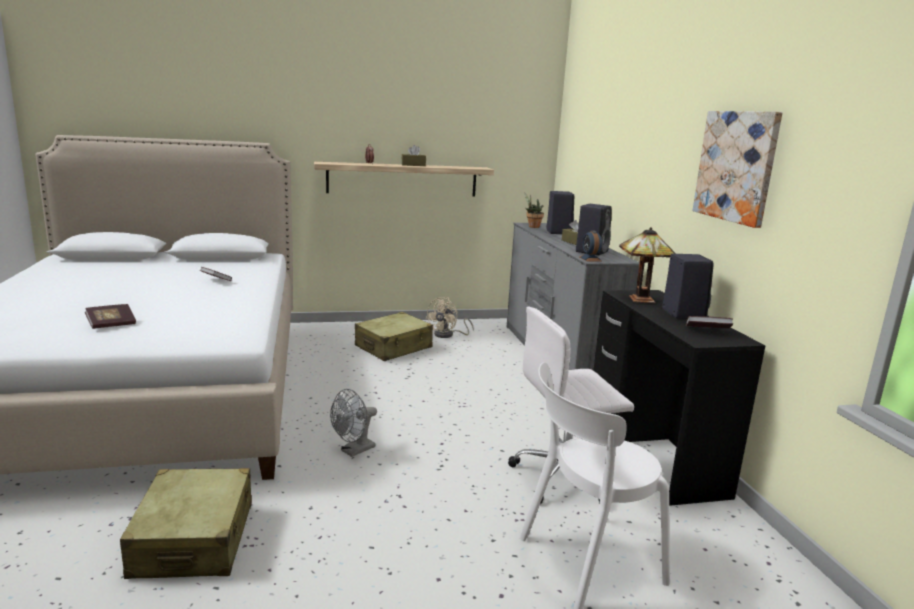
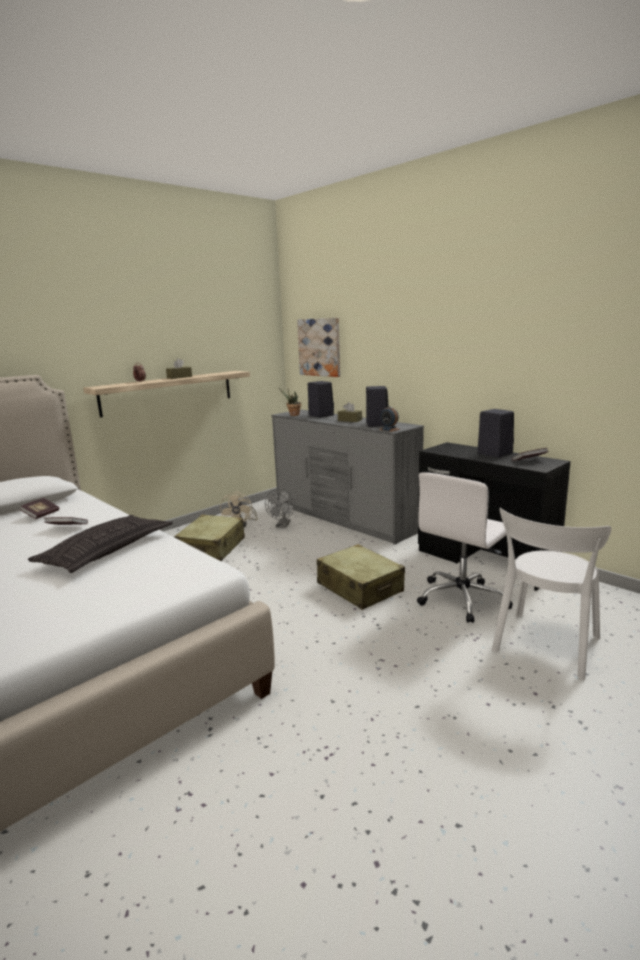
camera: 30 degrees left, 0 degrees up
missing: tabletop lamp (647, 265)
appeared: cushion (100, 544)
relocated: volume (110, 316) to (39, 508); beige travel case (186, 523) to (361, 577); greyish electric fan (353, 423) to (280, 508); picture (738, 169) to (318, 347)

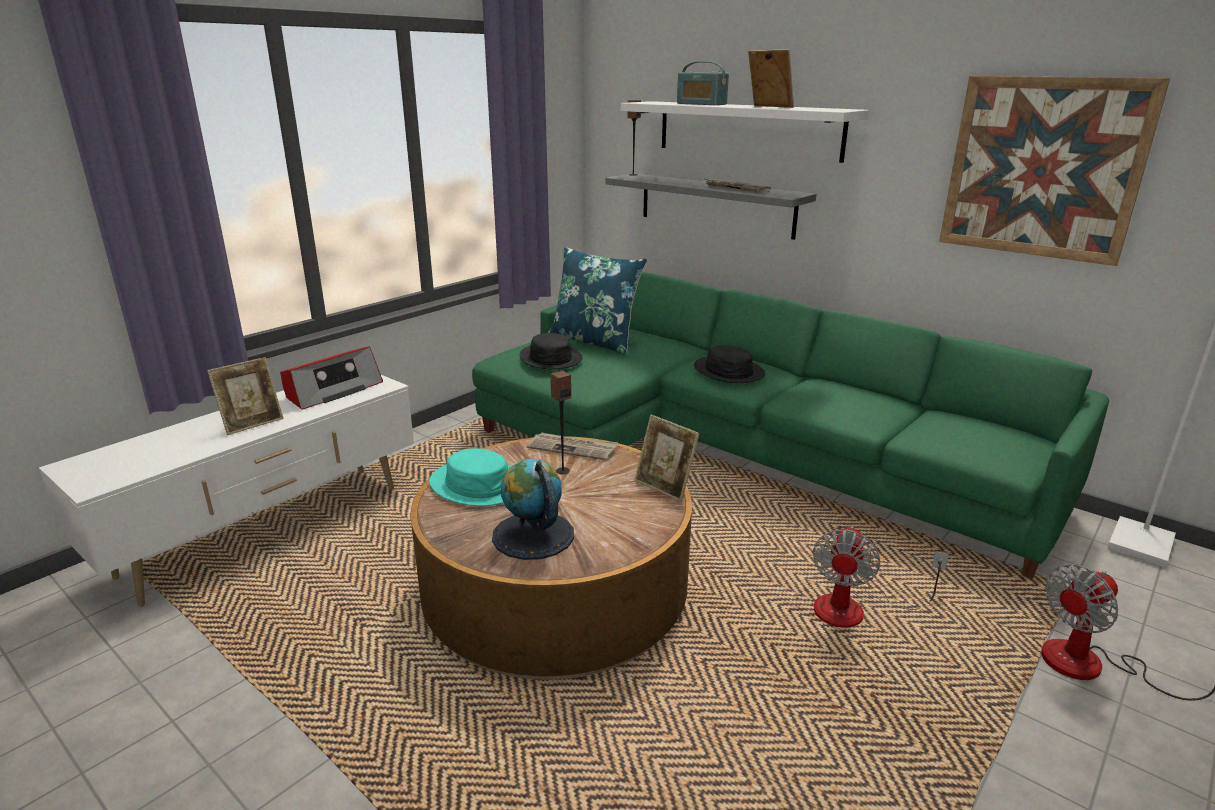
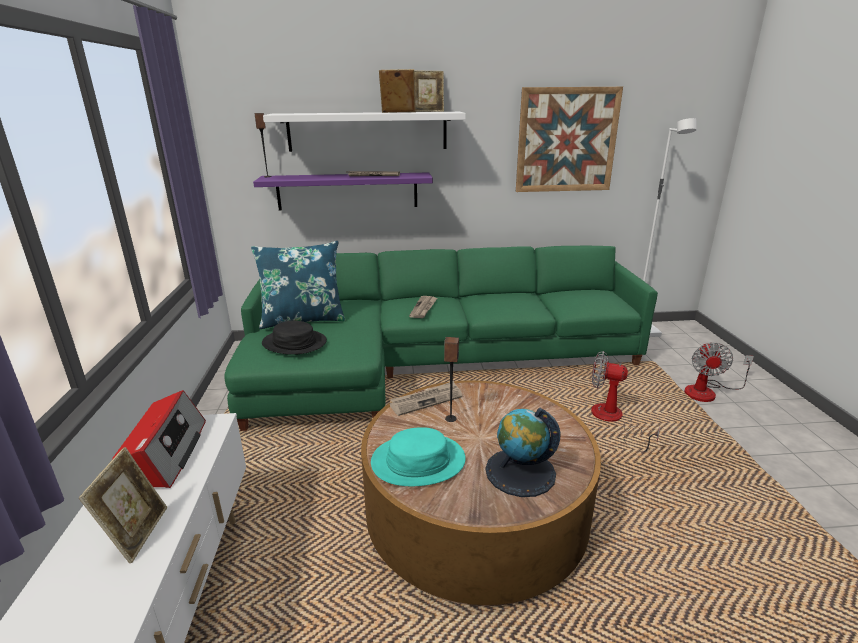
camera: 45 degrees left, 0 degrees up
missing: radio (703, 83)
relocated: standing frame (666, 458) to (429, 91)
exchanged: black-coloured hat (730, 364) to newspaper (423, 307)
colour: greyish shelf (711, 207) to purplish shelf (343, 191)
spun: electric fan (880, 577) = (625, 402) 135 degrees clockwise

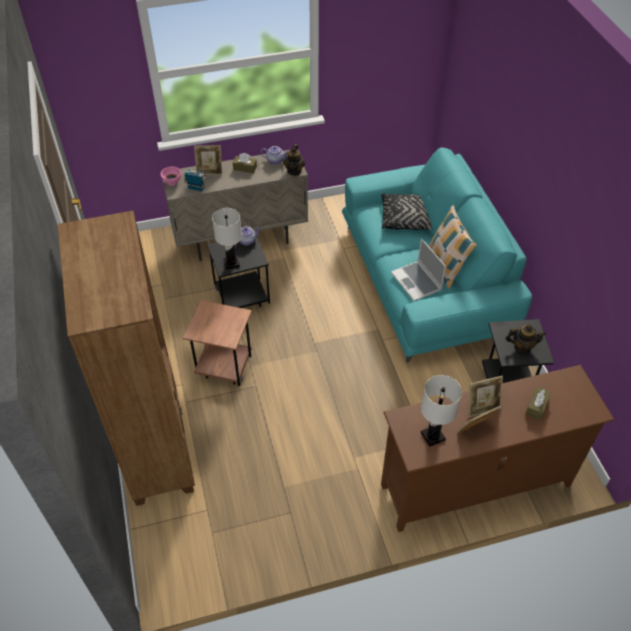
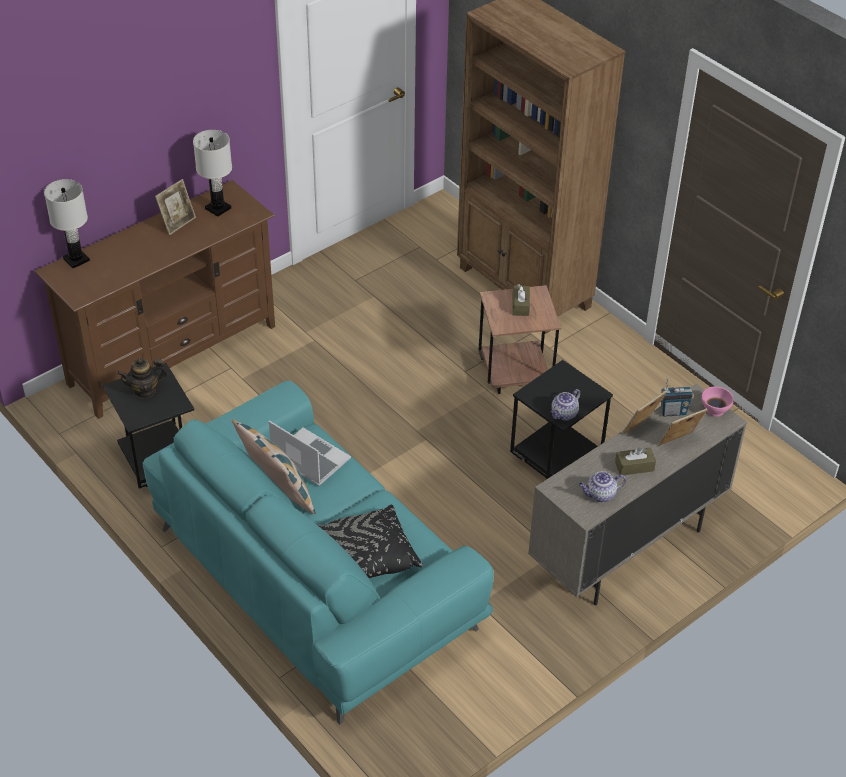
camera: 155 degrees right, 5 degrees down
missing: pot for tea (294, 160)
relocated: white-coloured tabletop lamp (227, 238) to (67, 223); standing frame (485, 396) to (644, 413); brownish tissue box (538, 403) to (521, 300)

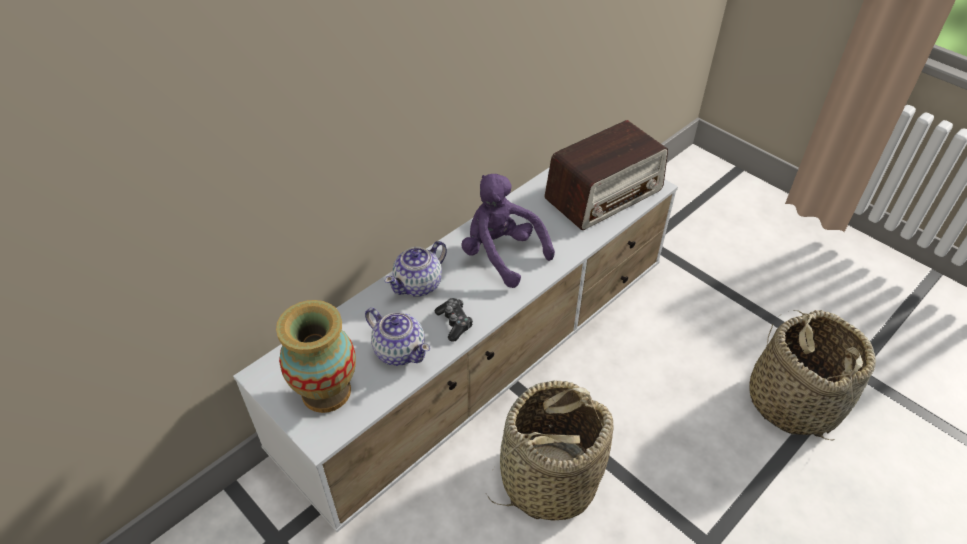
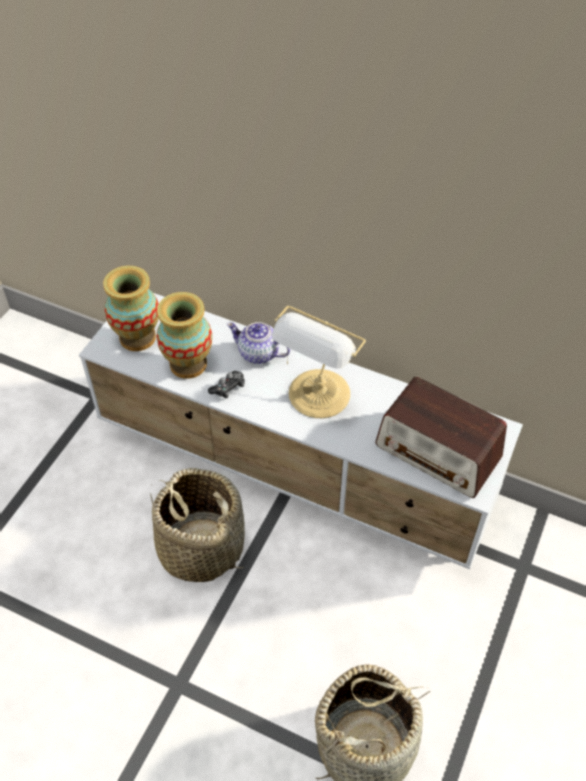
camera: 70 degrees right, 5 degrees up
exchanged: pot for tea (397, 337) to flower vase (184, 335); purplish cuddly toy (508, 231) to tabletop lamp (319, 362)

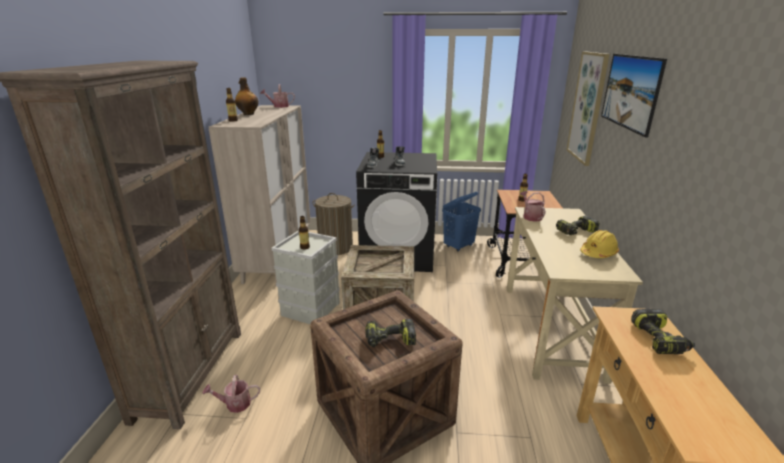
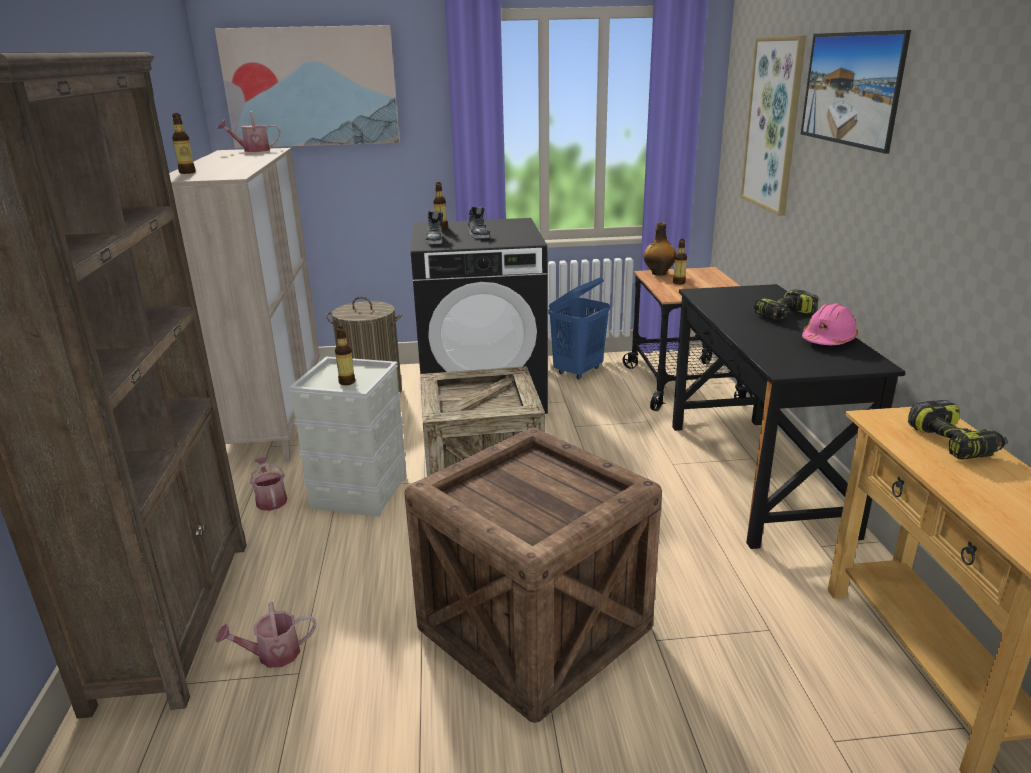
camera: 10 degrees left, 0 degrees up
missing: power drill (390, 333)
appeared: picture (307, 86)
relocated: beverage bottle (247, 96) to (660, 248); watering pot (533, 206) to (268, 483)
colour: beige desk (575, 295) to black-coloured desk (788, 416); yellowish hard hat (599, 244) to pink-coloured hard hat (830, 324)

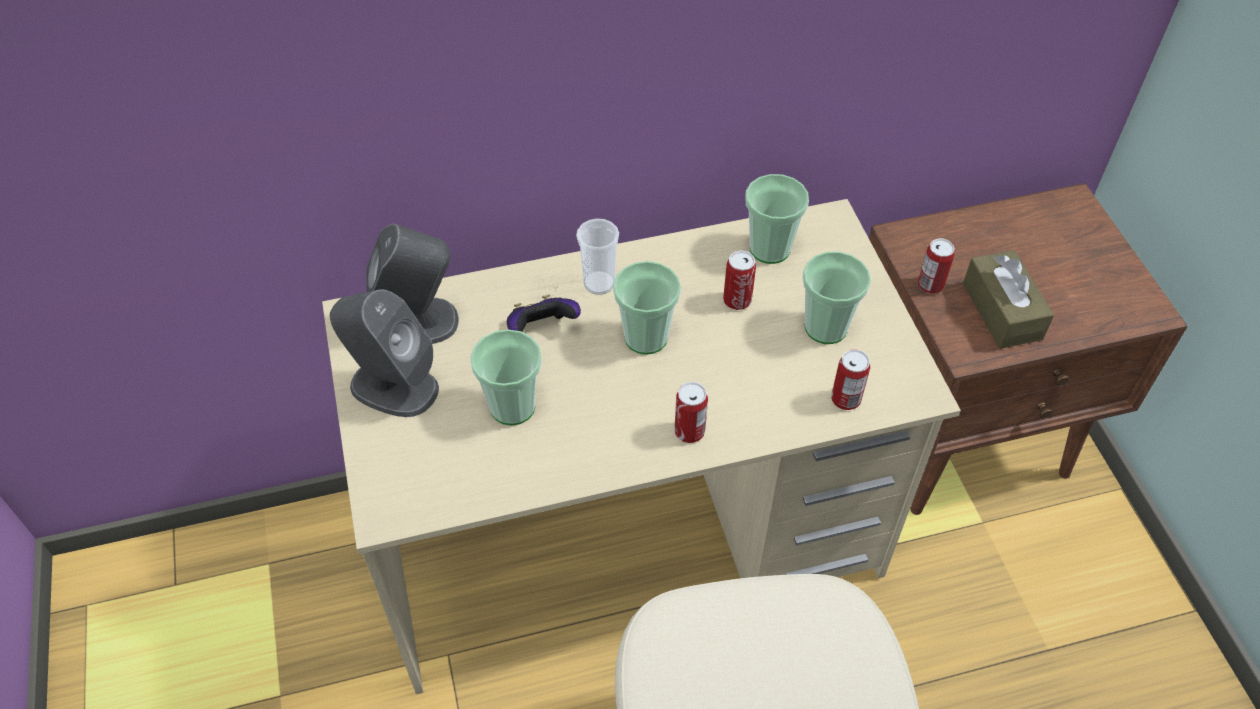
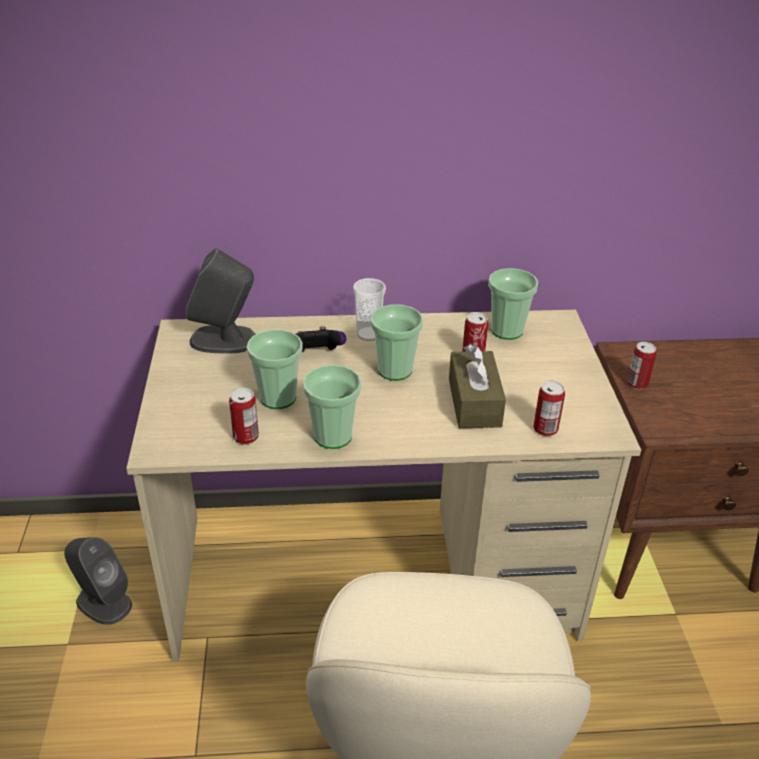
camera: 10 degrees right, 15 degrees down
relocated: greyish speaker (384, 353) to (98, 581); metal can (691, 412) to (244, 416); small cup (837, 298) to (332, 407); brownish tissue box (1008, 299) to (477, 386)

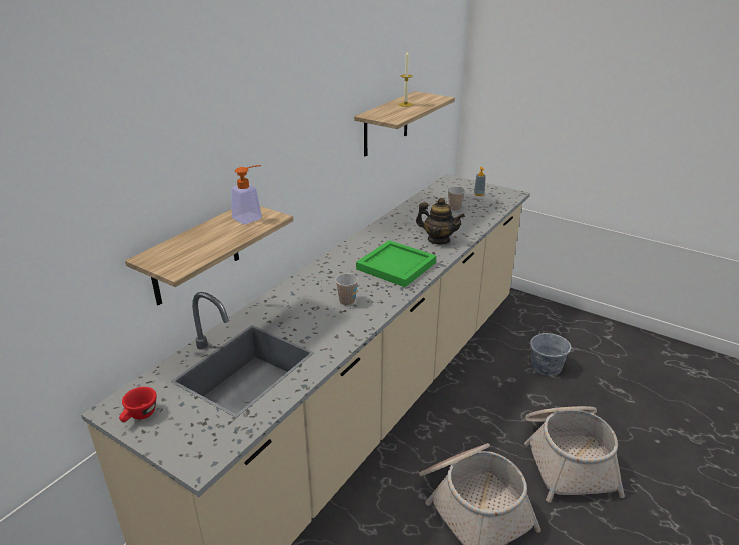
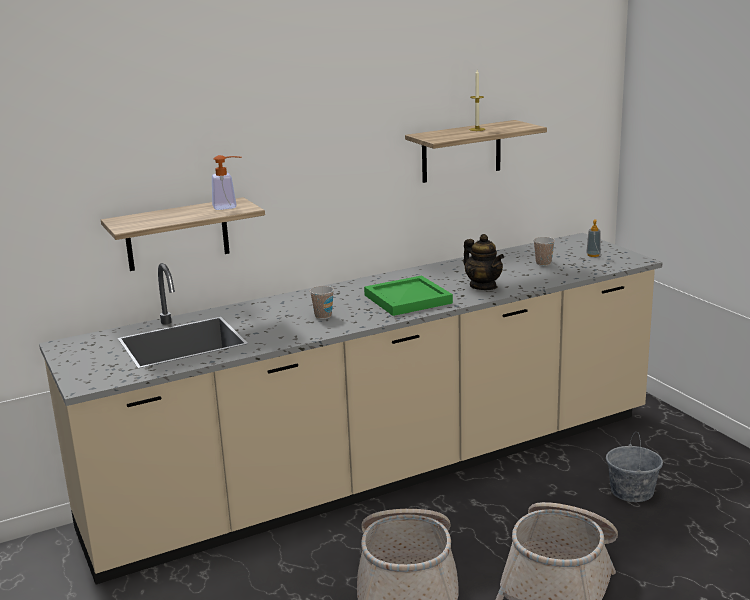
camera: 30 degrees right, 10 degrees down
missing: reddish small cup (138, 404)

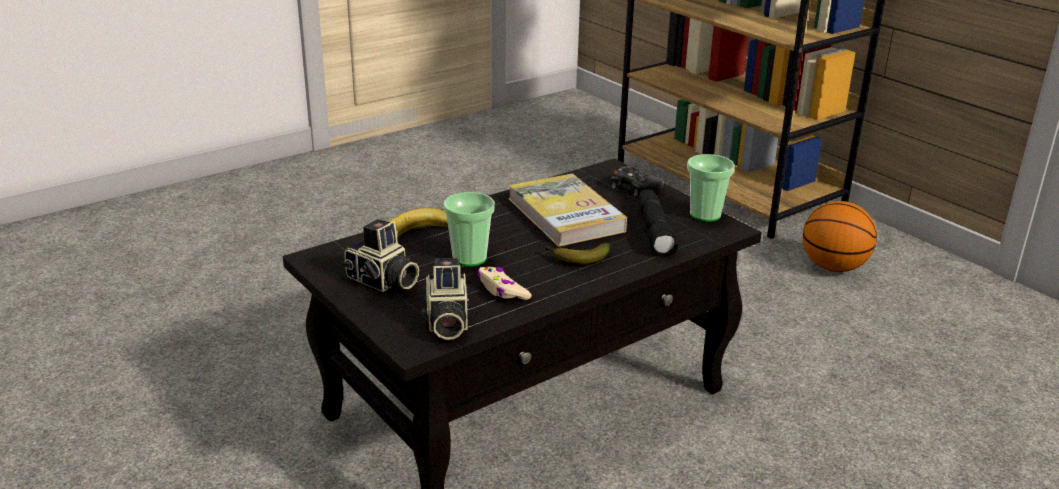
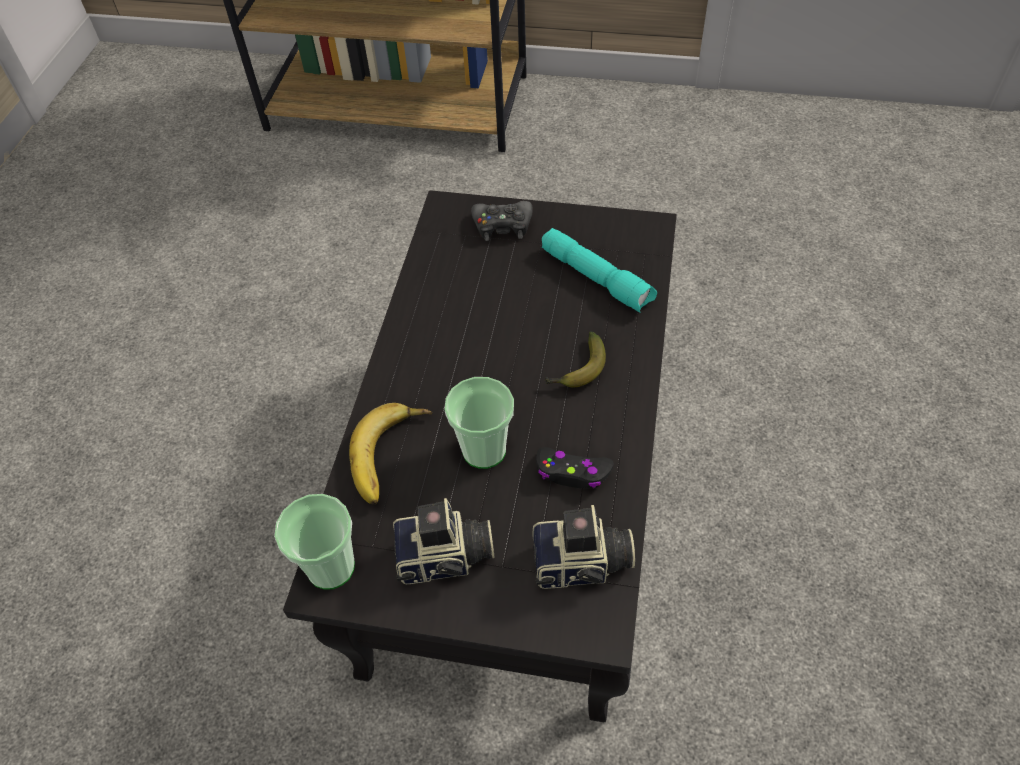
camera: 40 degrees left, 25 degrees up
missing: volume (567, 210); ball for basketball (840, 236)
relocated: small cup (711, 188) to (314, 541)
colour: beige gamepad (504, 283) to black-coloured gamepad (575, 467); black-coloured flashlight (657, 222) to blue-green flashlight (599, 270)
spun: photo camera (444, 299) = (583, 547) 45 degrees counterclockwise

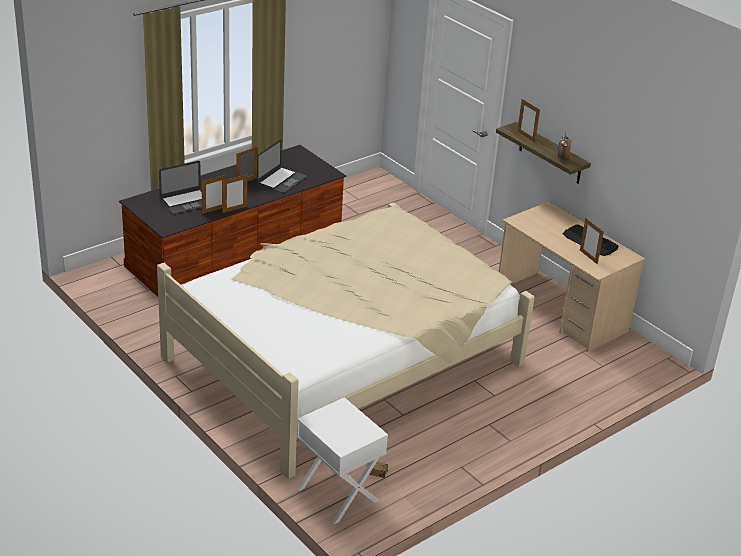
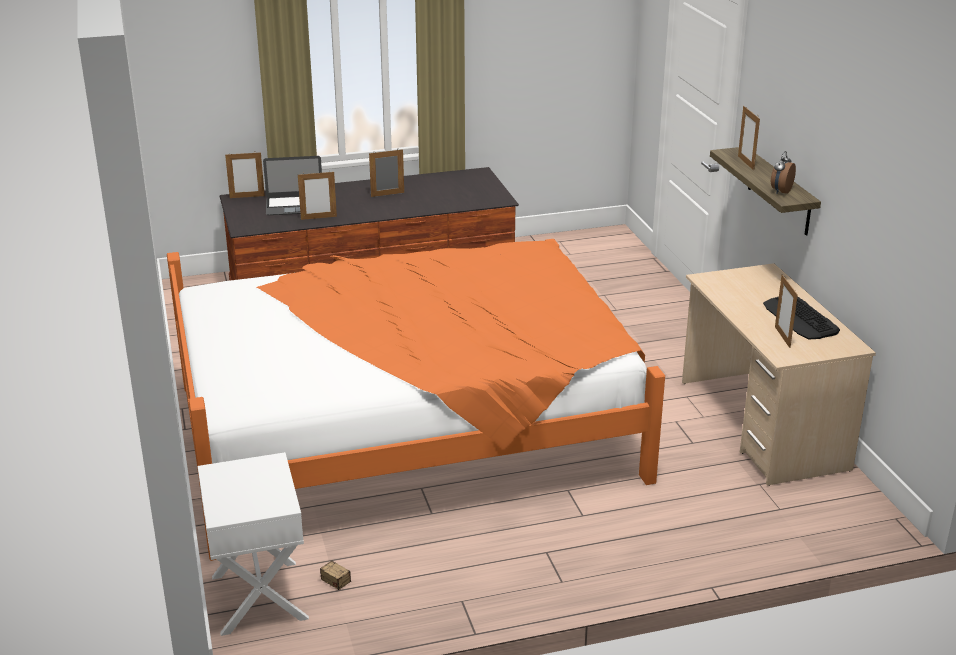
camera: 25 degrees right, 5 degrees down
missing: portable computer (282, 166)
relocated: standing frame (234, 194) to (245, 175)
colour: beige bedroom bed (346, 340) to orange-coloured bedroom bed (416, 400)

